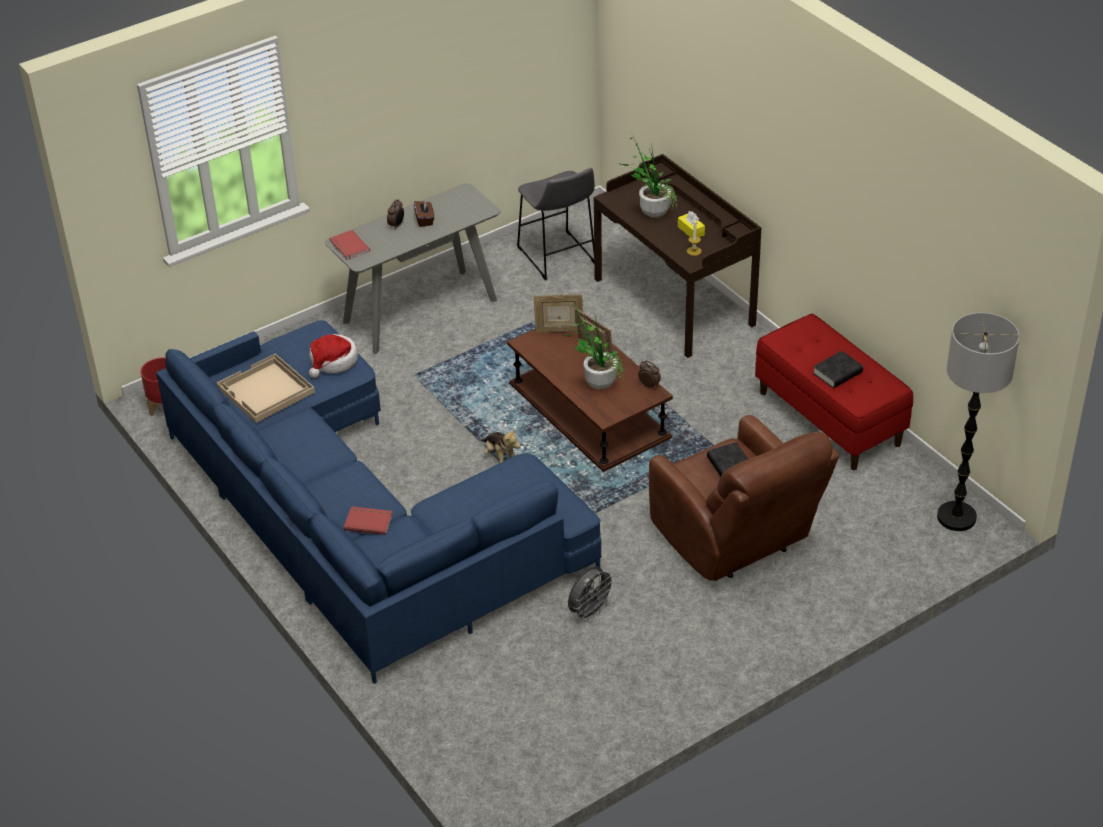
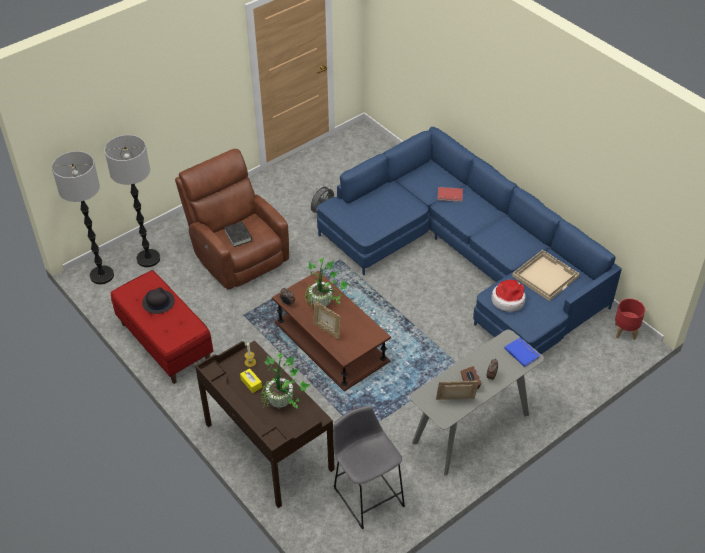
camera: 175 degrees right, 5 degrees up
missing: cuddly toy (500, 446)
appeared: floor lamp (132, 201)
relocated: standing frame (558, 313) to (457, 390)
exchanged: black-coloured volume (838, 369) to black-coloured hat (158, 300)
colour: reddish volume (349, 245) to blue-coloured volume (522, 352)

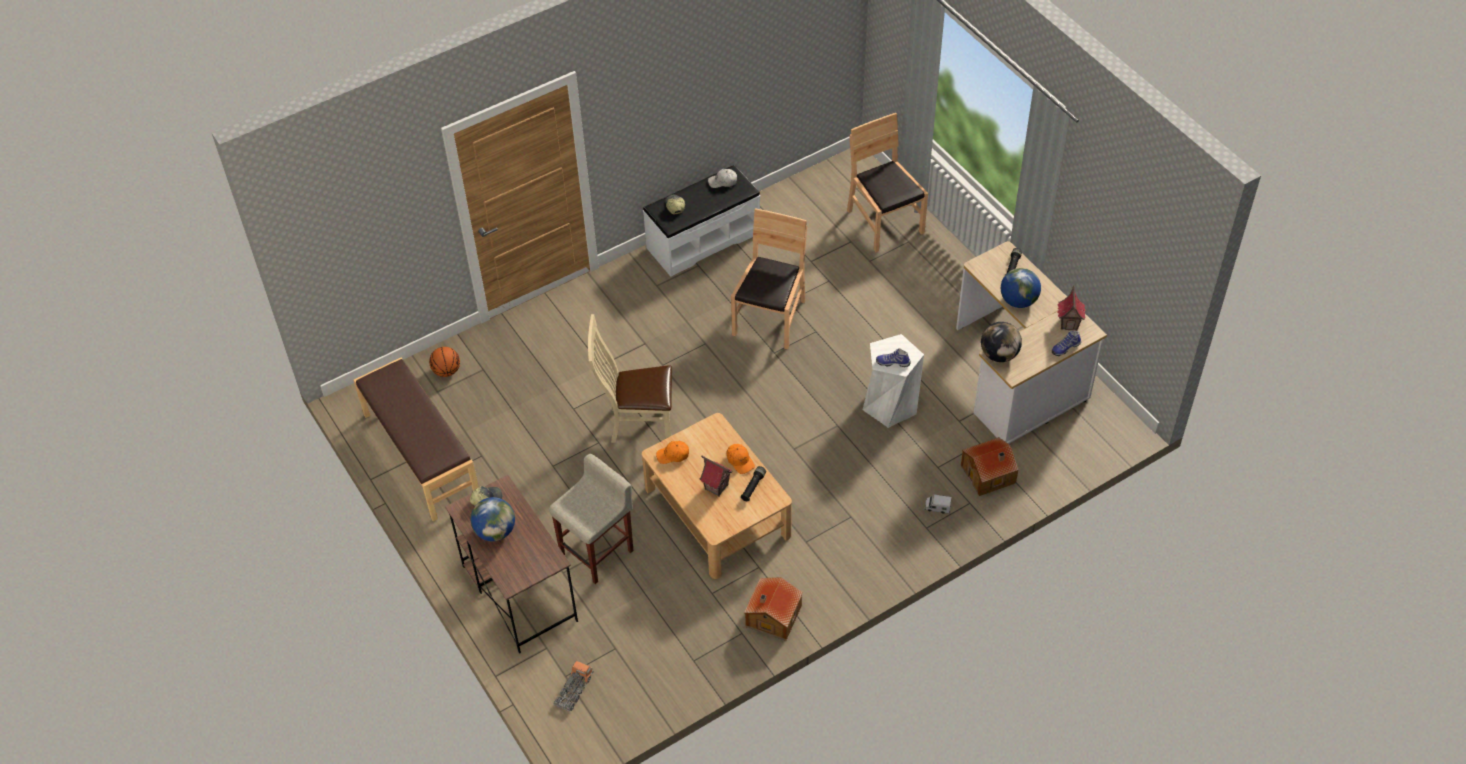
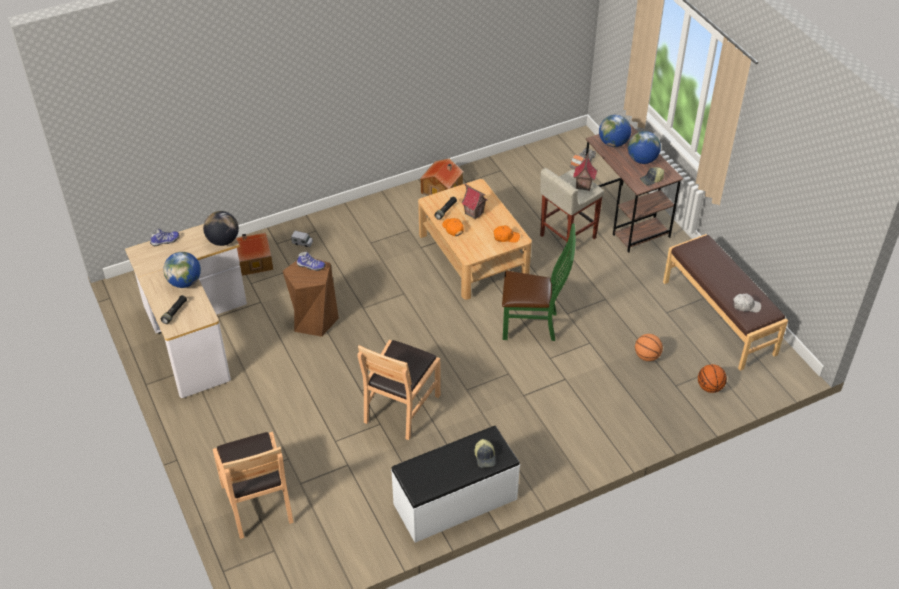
camera: 175 degrees left, 5 degrees down
appeared: desk globe (615, 131); ball for basketball (649, 347)
relocated: white-coloured baseball cap (722, 178) to (747, 303); miniature house (1071, 308) to (585, 172)
colour: beige upright chair (630, 378) to green-coloured upright chair (539, 282); white-coloured sitting stool (893, 381) to brownish sitting stool (311, 297)

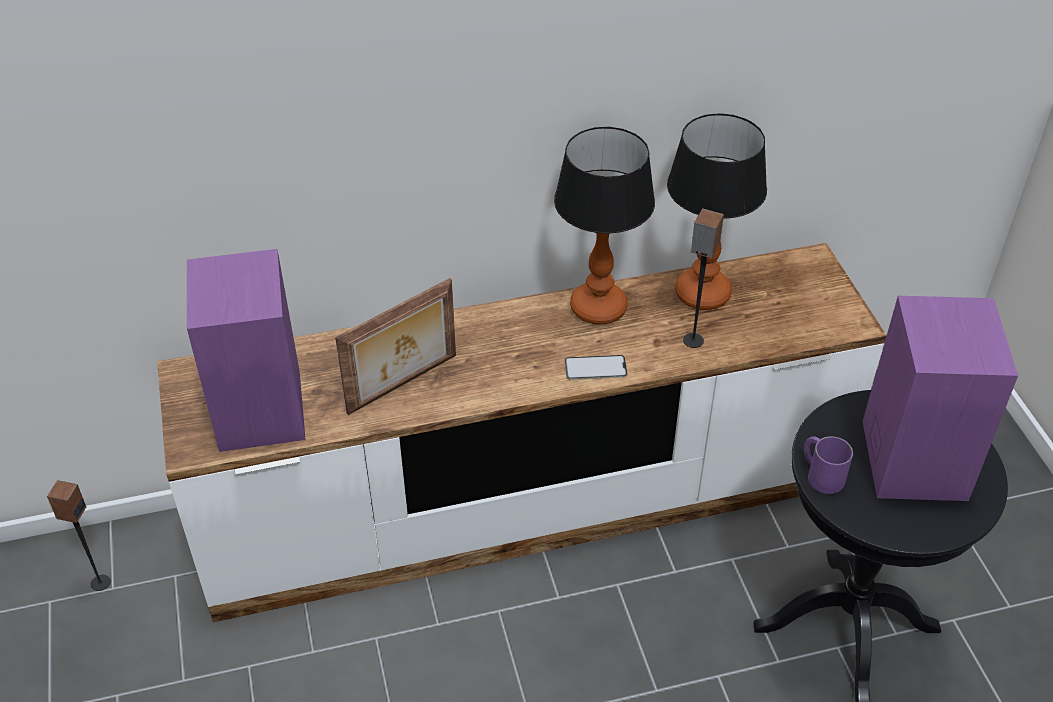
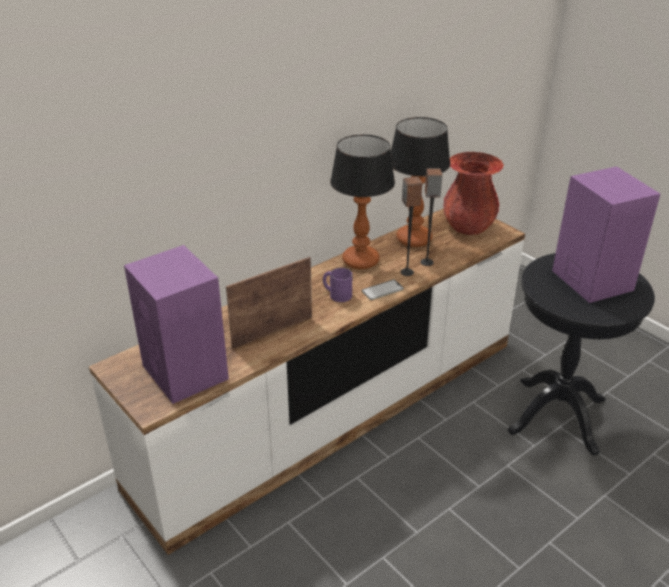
camera: 25 degrees left, 10 degrees down
appeared: reddish flower vase (473, 193)
relocated: speaker (78, 535) to (411, 226); purplish tea mug (828, 465) to (337, 285)
spun: standing frame (395, 346) = (269, 303) 150 degrees counterclockwise

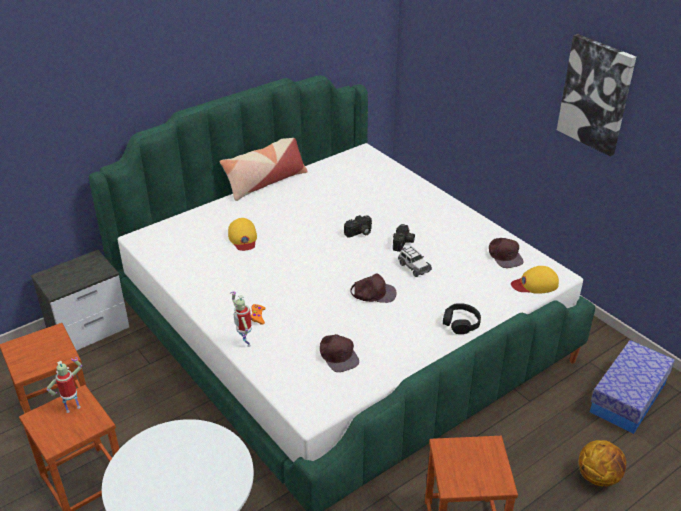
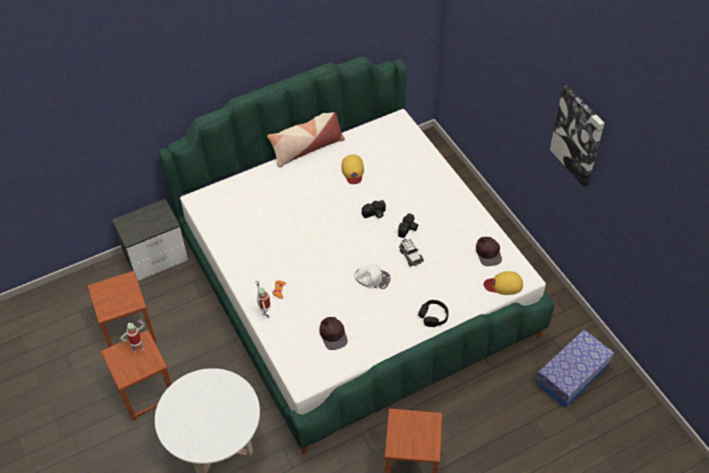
camera: 10 degrees right, 15 degrees up
missing: ball for basketball (602, 463)
relocated: yellowish baseball cap (242, 234) to (353, 169)
colour: brownish baseball cap (373, 288) to white-coloured baseball cap (372, 276)

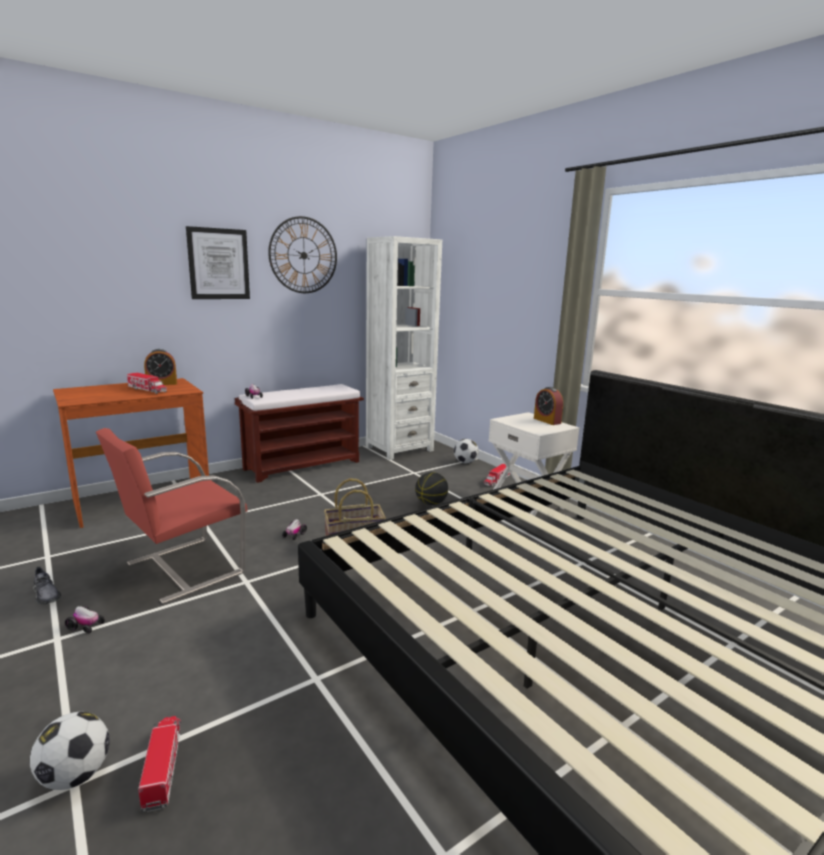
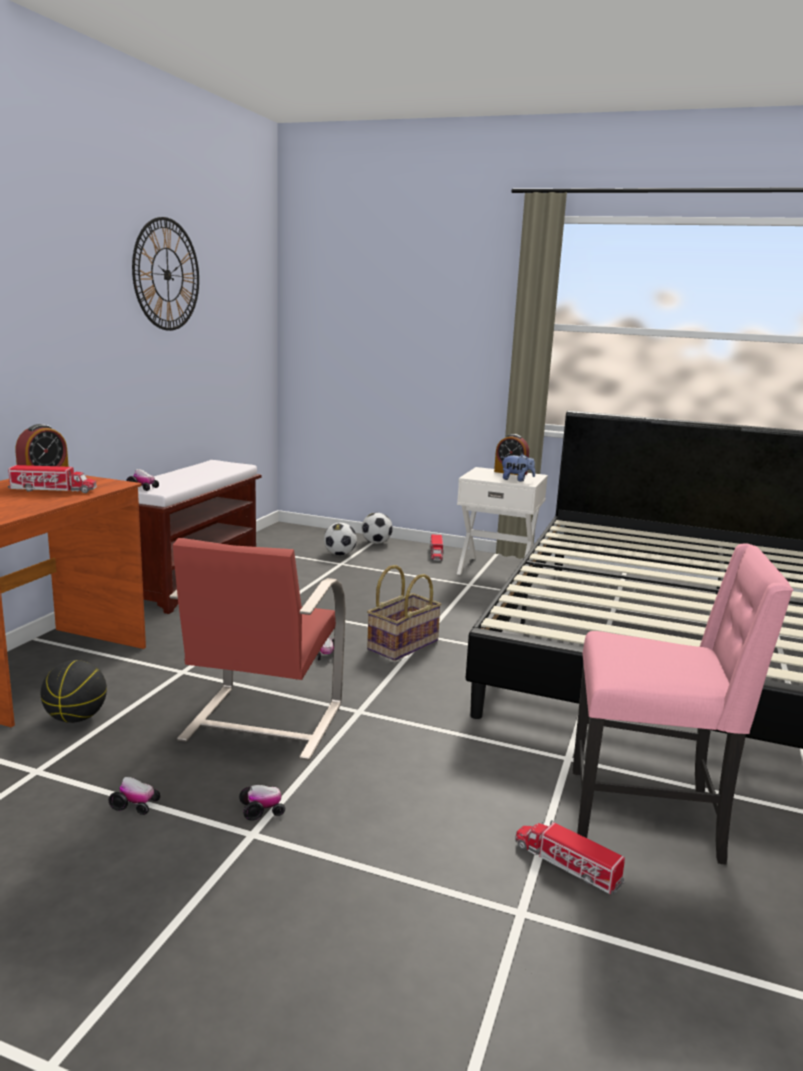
camera: 35 degrees left, 0 degrees up
missing: picture (218, 262); white-coloured bookshelf (404, 348)
appeared: cuddly toy (518, 468); pink-coloured upright chair (683, 704)
relocated: football (70, 750) to (340, 539); ball for basketball (431, 488) to (74, 691)
exchanged: greyish shoe (47, 585) to model car (135, 795)

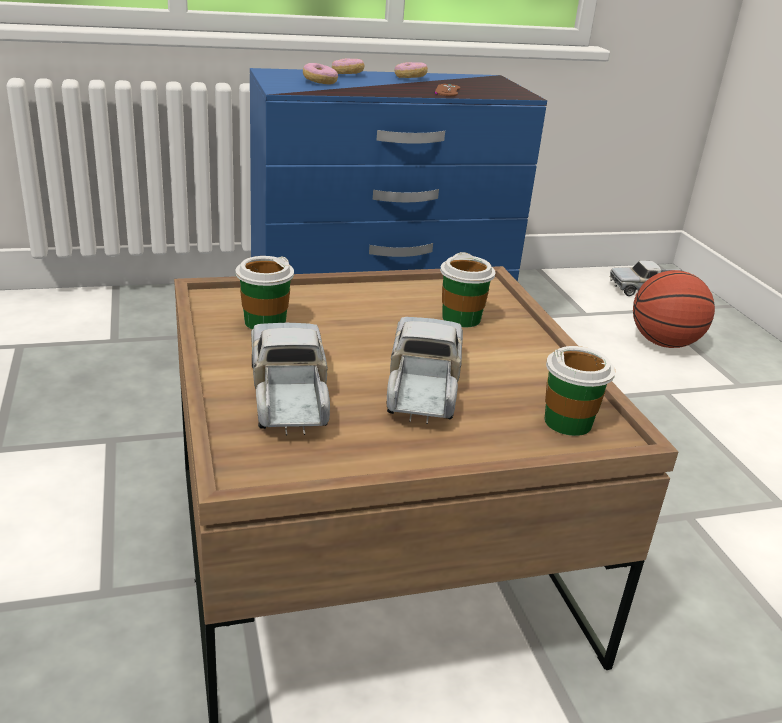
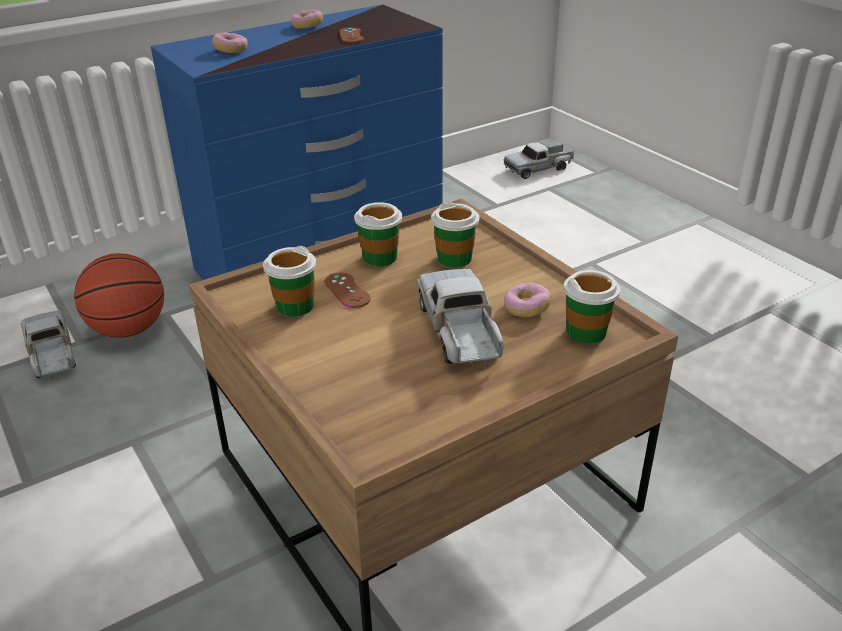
camera: 15 degrees left, 5 degrees up
appeared: brownish gamepad (348, 290); small cup (378, 234)
relocated: toy truck (290, 379) to (48, 344); doughnut (348, 66) to (527, 300); ball for basketball (674, 309) to (119, 295)

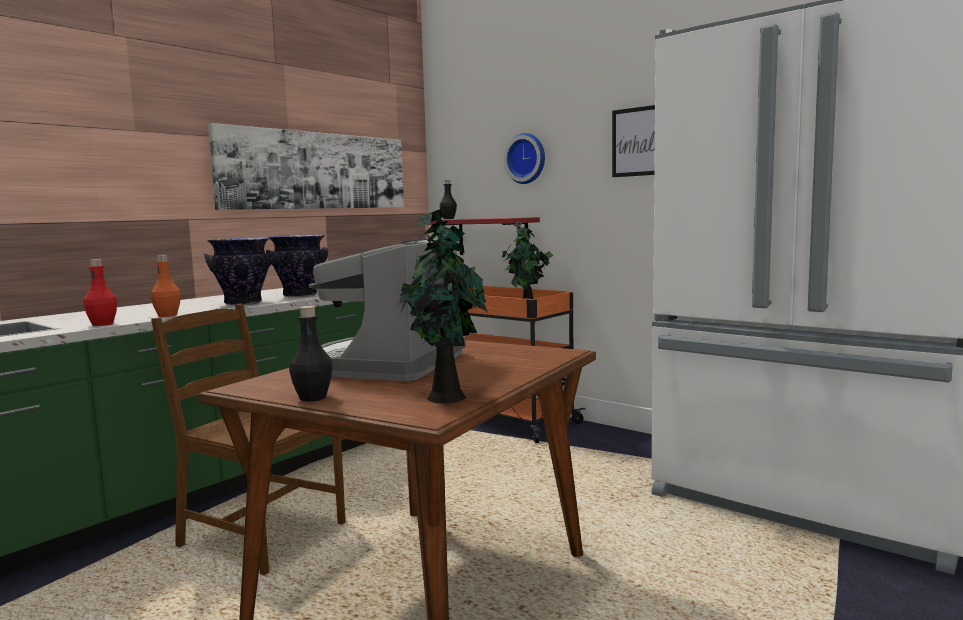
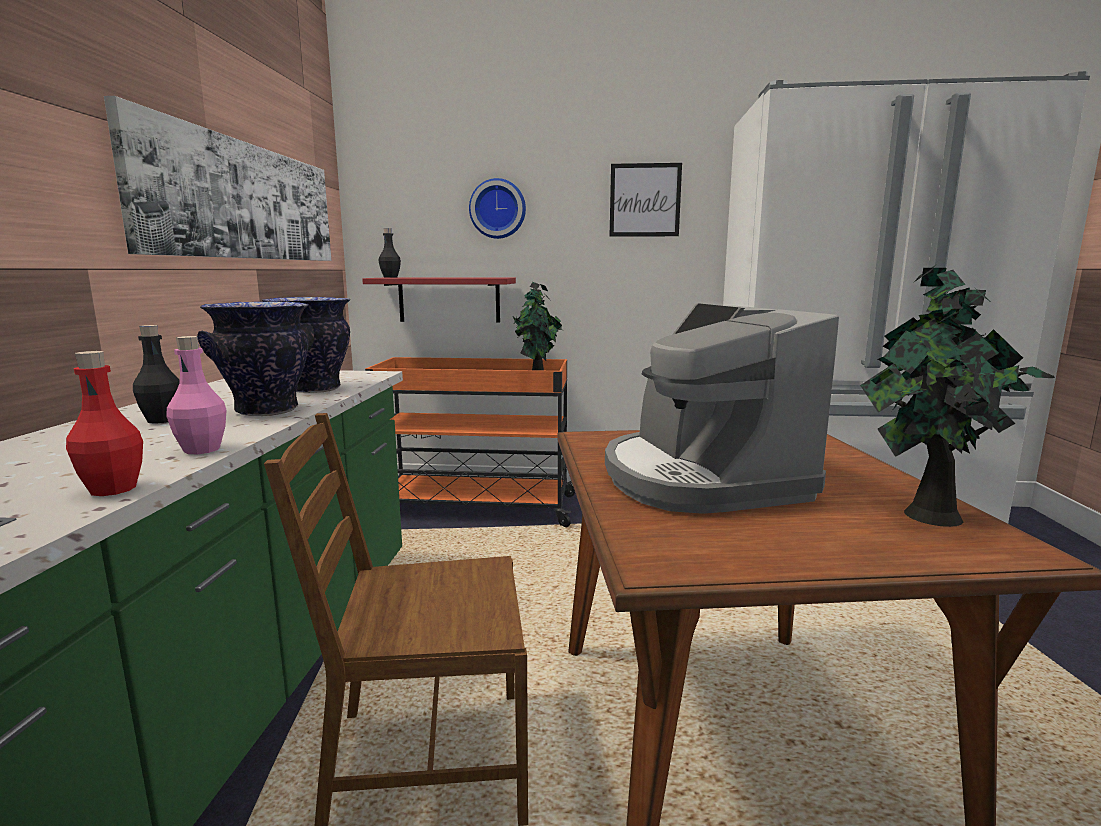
camera: 35 degrees left, 5 degrees up
relocated: black-coloured beverage bottle (311, 354) to (156, 374)
colour: orange-coloured beverage bottle (166, 286) to pink-coloured beverage bottle (196, 395)

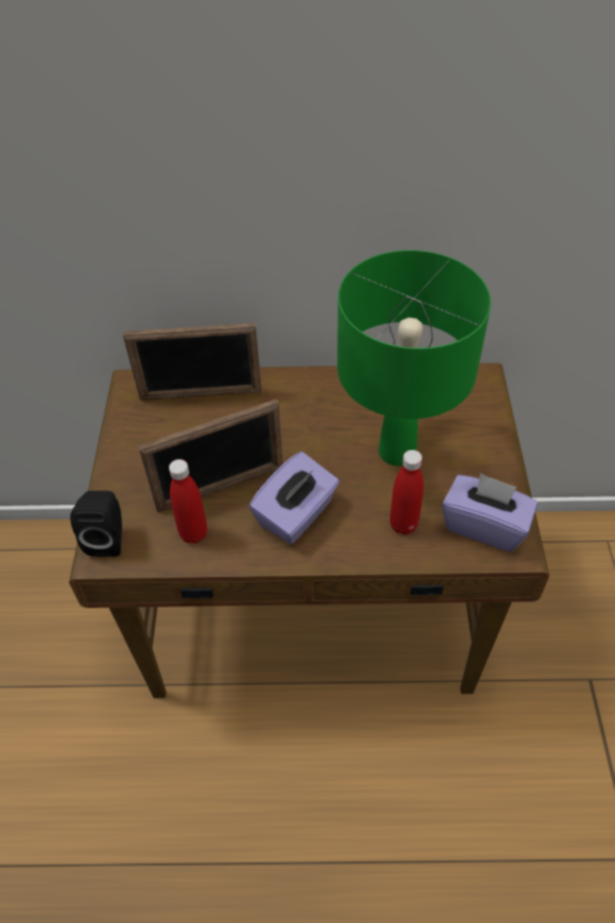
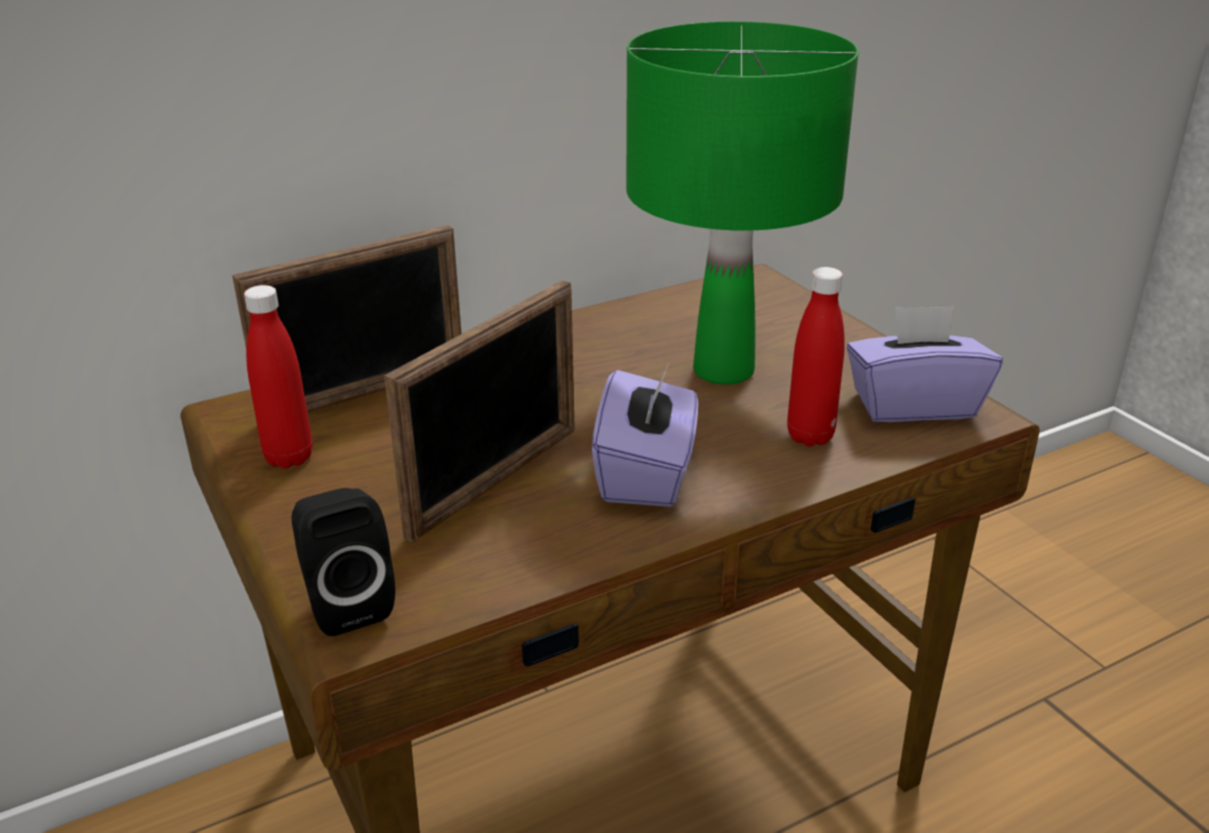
camera: 30 degrees left, 20 degrees down
relocated: reddish beverage bottle (188, 501) to (278, 376)

